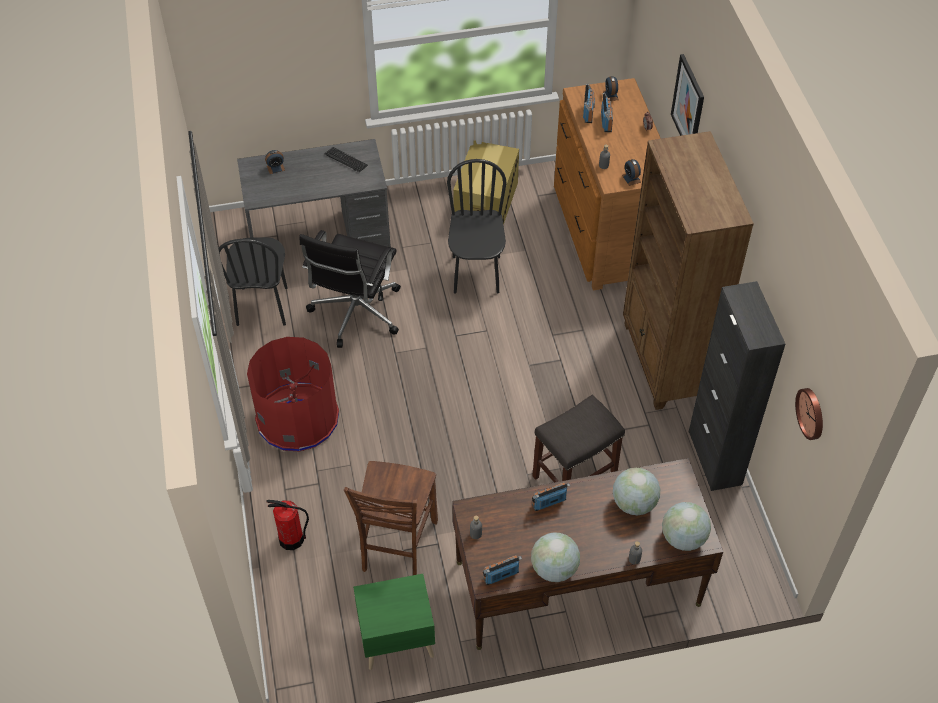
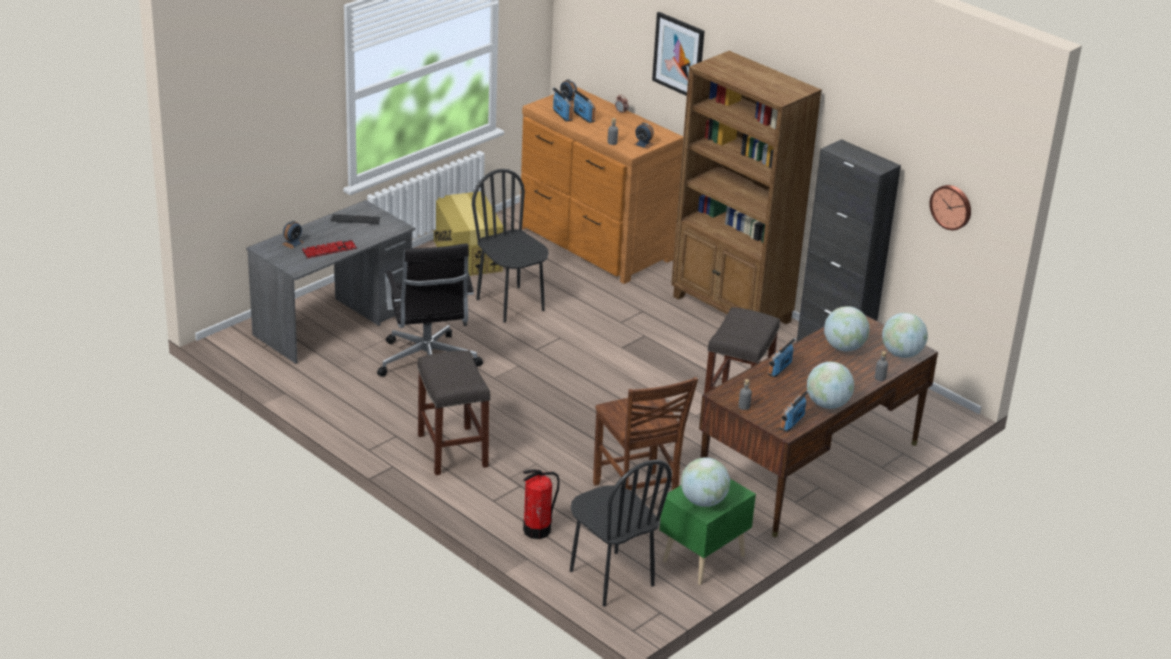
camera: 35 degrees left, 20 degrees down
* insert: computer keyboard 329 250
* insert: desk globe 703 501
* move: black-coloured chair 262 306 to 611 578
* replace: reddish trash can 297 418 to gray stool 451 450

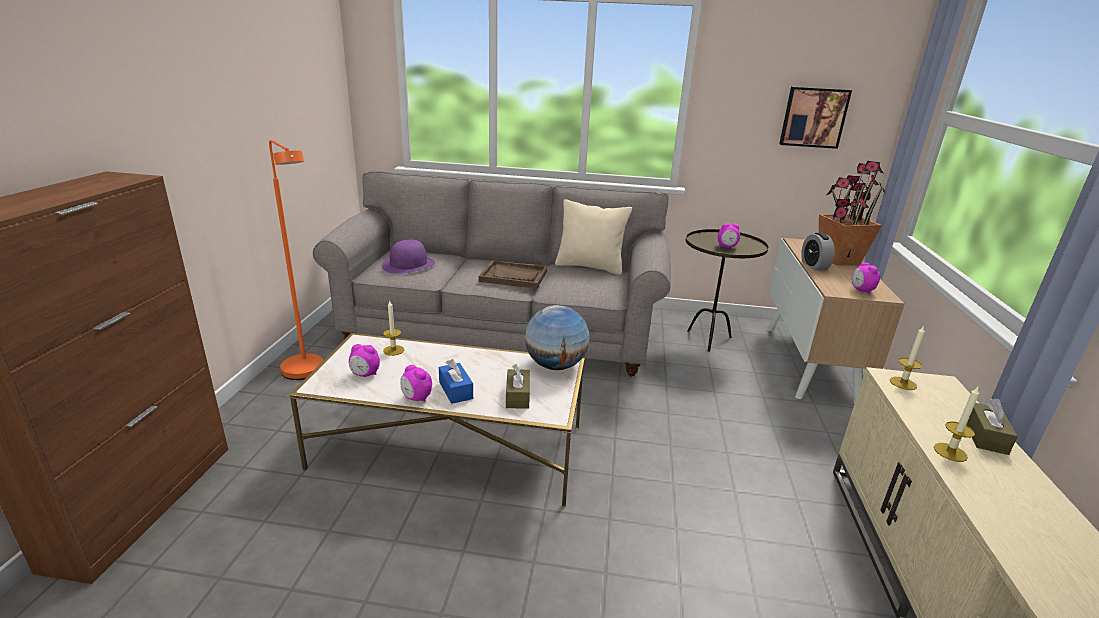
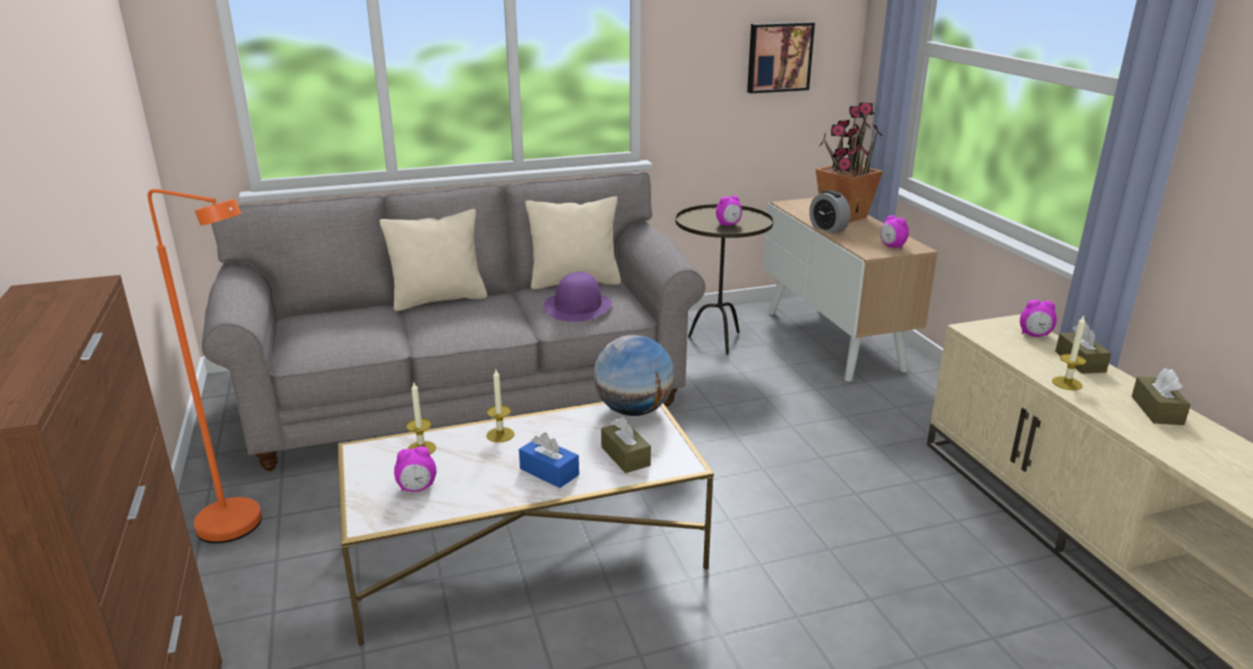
camera: 25 degrees left, 0 degrees up
* delete: brown-coloured serving tray 514 276
* insert: beige throw pillow 439 300
* insert: brown-coloured tissue box 1157 410
* move: purple-coloured hat 408 264 to 578 306
* move: alarm clock 416 398 to 1034 335
* move: wax candle 903 383 to 500 435

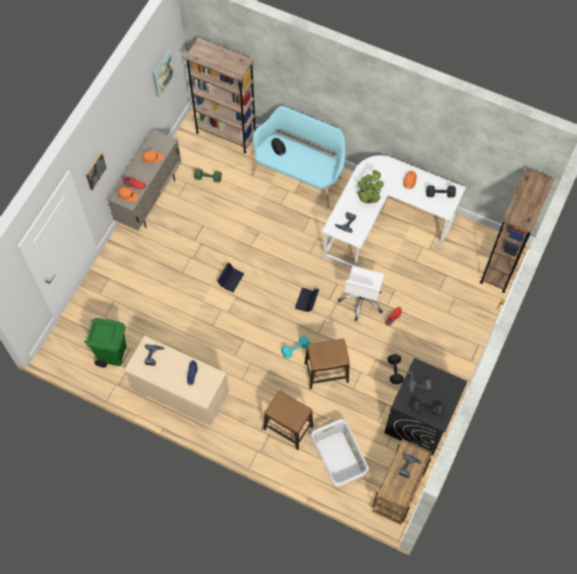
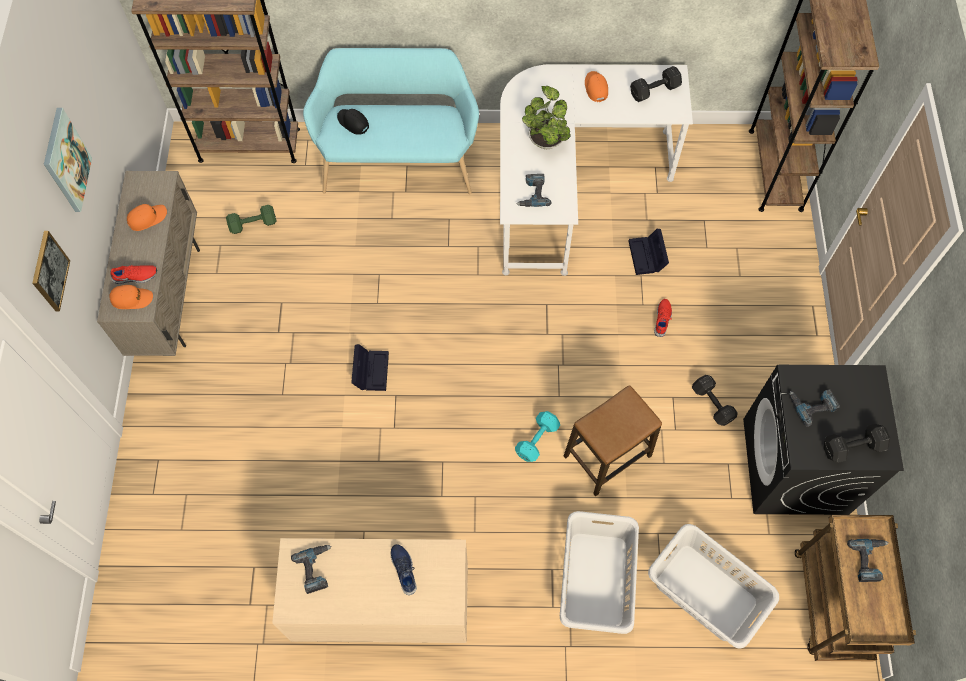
camera: 25 degrees left, 0 degrees up
* delete: green-coloured trash can 112 354
* delete: whitish office chair 362 300
* move: wall art 162 72 to 66 161
* move: black-coloured storage bin 307 301 to 647 257
* replace: stool 288 428 to gray laundry basket 595 580

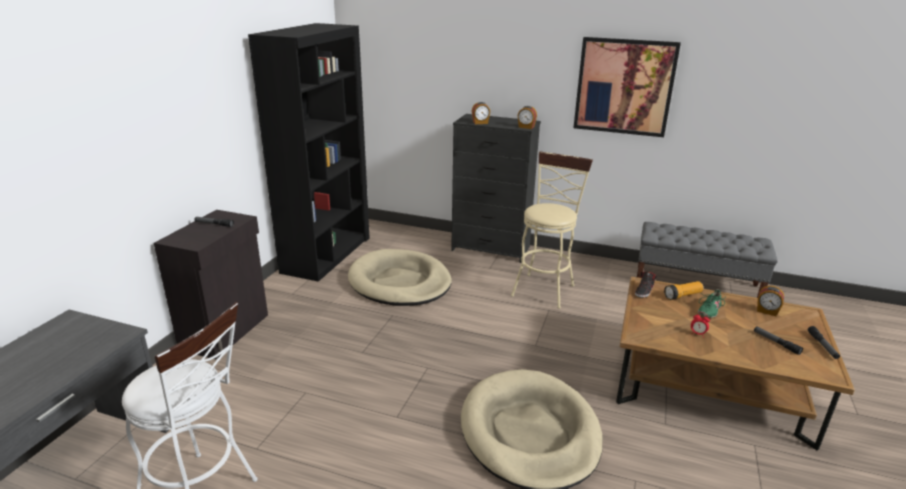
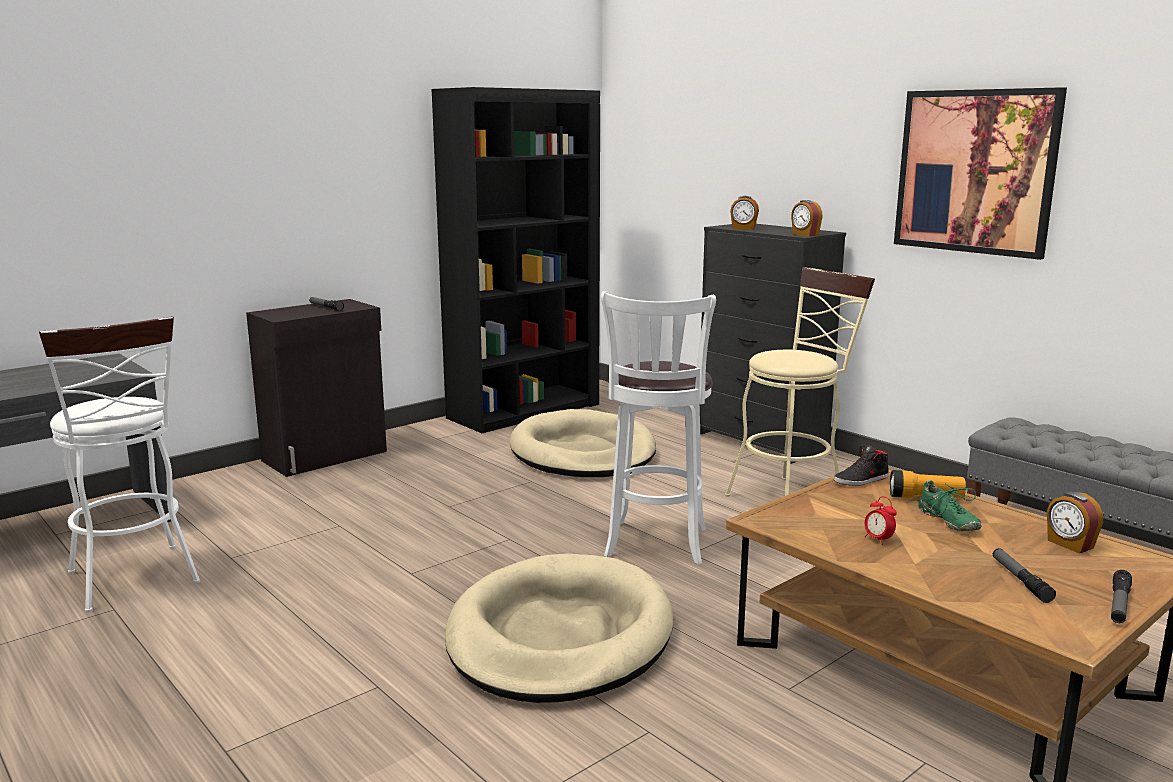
camera: 30 degrees right, 10 degrees down
* insert: whitish stool 656 545
* rotate: green-coloured item of footwear 709 310 = 947 521 90 degrees counterclockwise

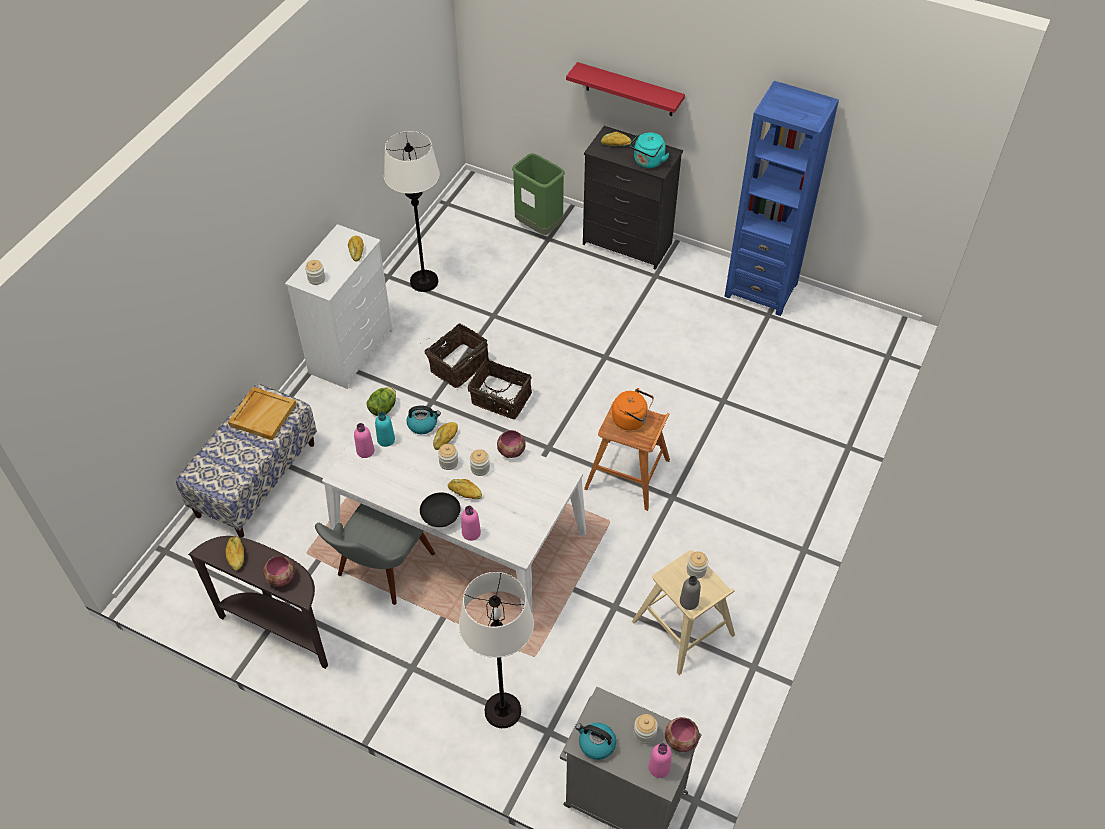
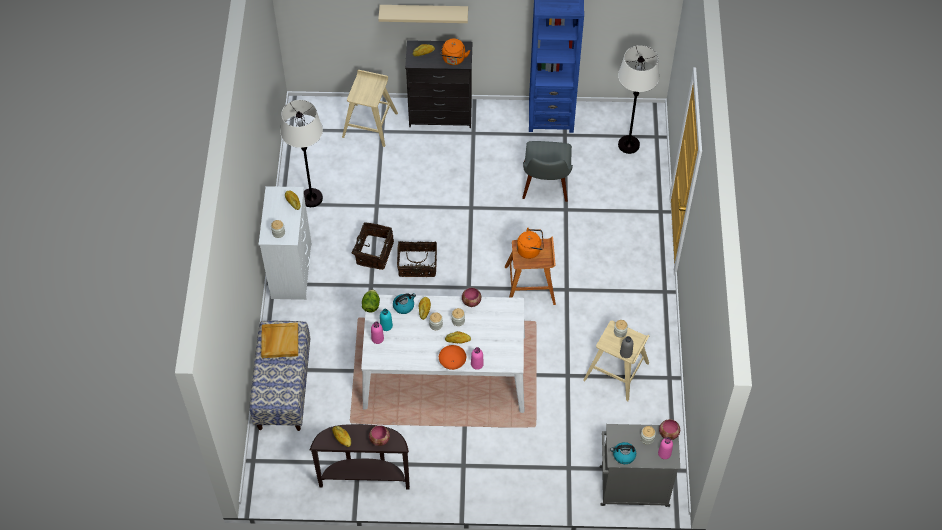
camera: 25 degrees left, 5 degrees up
* move: gray chair 379 573 to 545 188
* move: whitish floor lamp 503 711 to 629 145
* replace: green-coloured trash can 539 227 to beige stool 370 124
* recolor: black-coloured deep dish 441 517 to orange-coloured deep dish 452 361
* recolor: reddish shelf 629 90 to beige shelf 424 13
* recolor: turquoise-coloured tea kettle 648 162 to orange-coloured tea kettle 453 59

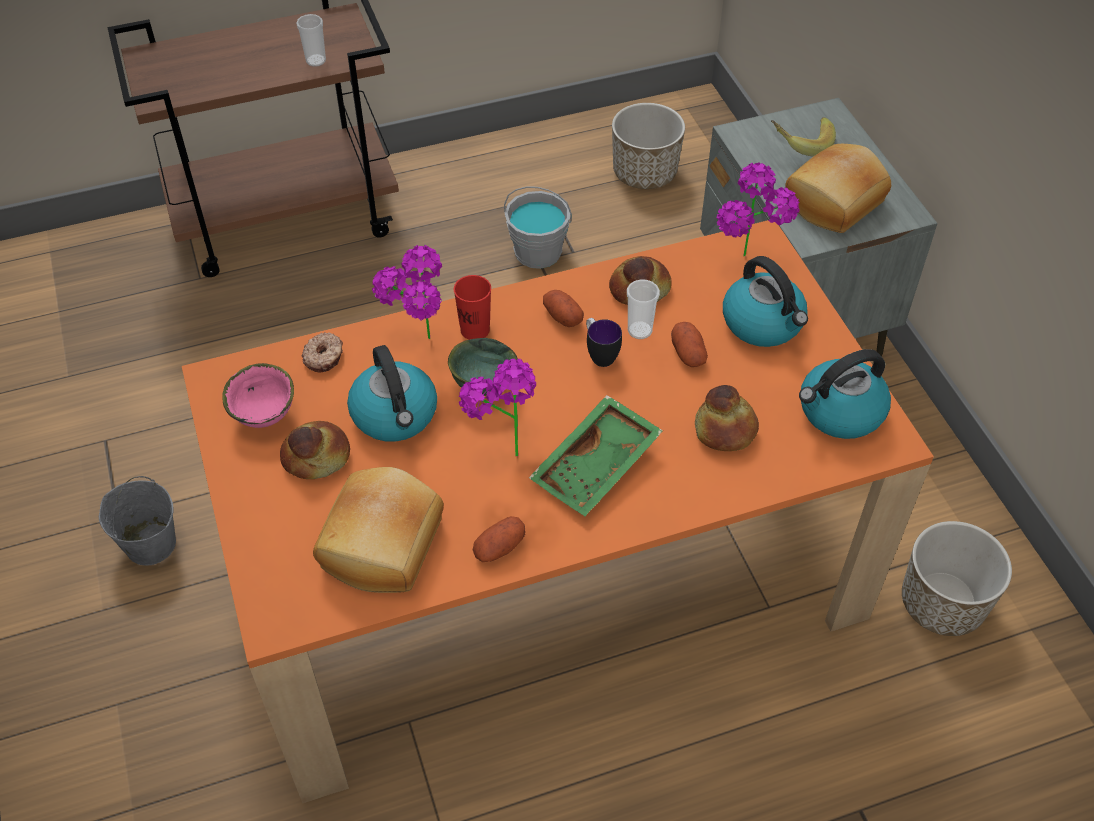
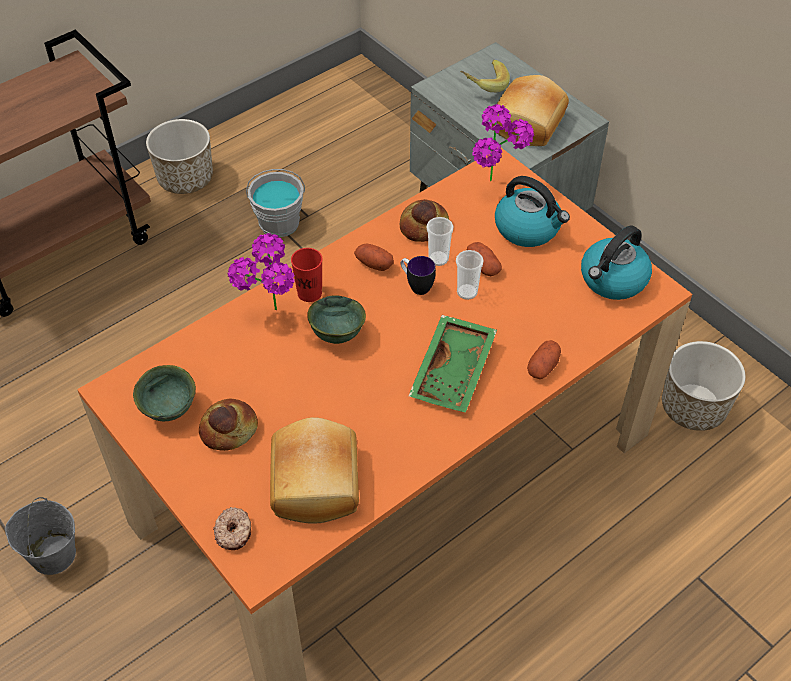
camera: 20 degrees left, 0 degrees up
* delete: tea kettle 395 415
* delete: plant in a pot 503 448
* delete: baked bread 724 430
* move: cup 316 61 to 467 292
* move: donut 324 357 to 234 532
* move: whole potato 499 548 to 543 367
* move: planter 645 172 to 186 178
* recolor: pink deep dish 266 415 to green-coloured deep dish 170 409

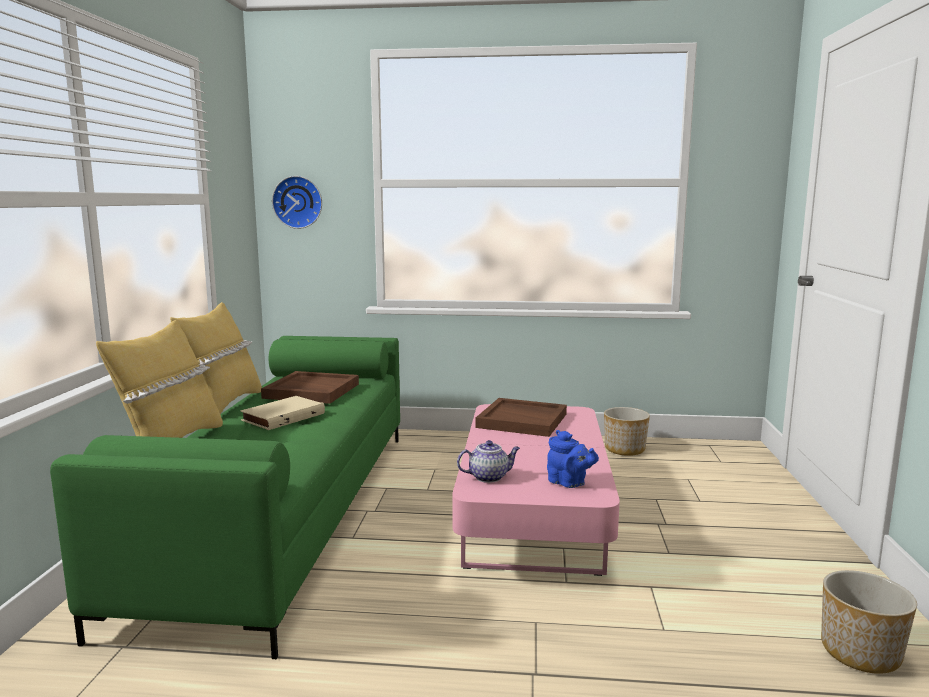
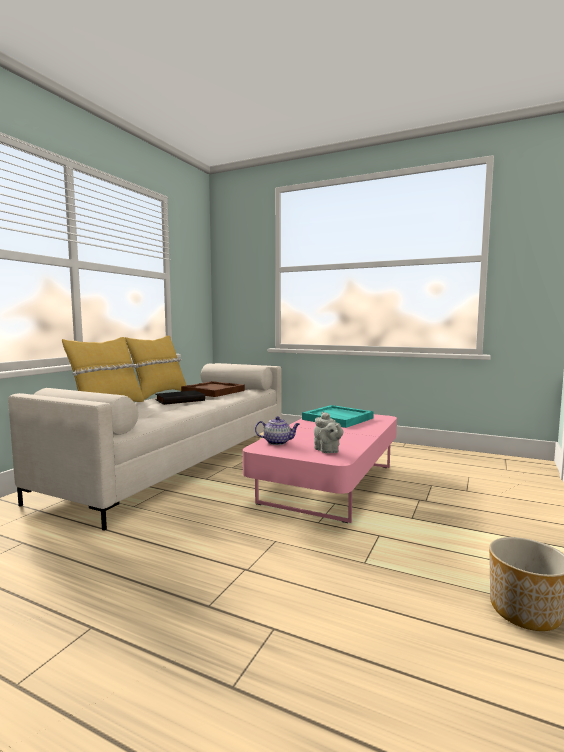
camera: 20 degrees right, 5 degrees down
* delete: hanging clock 298 202
* delete: planter 624 449
* recolor: green-coloured settee 284 512 to whitish settee 180 462
* recolor: beige volume 282 416 to black-coloured volume 180 400
* recolor: brown-coloured serving tray 523 420 to turquoise-coloured serving tray 338 419
* recolor: blue teapot 569 483 to gray teapot 327 451

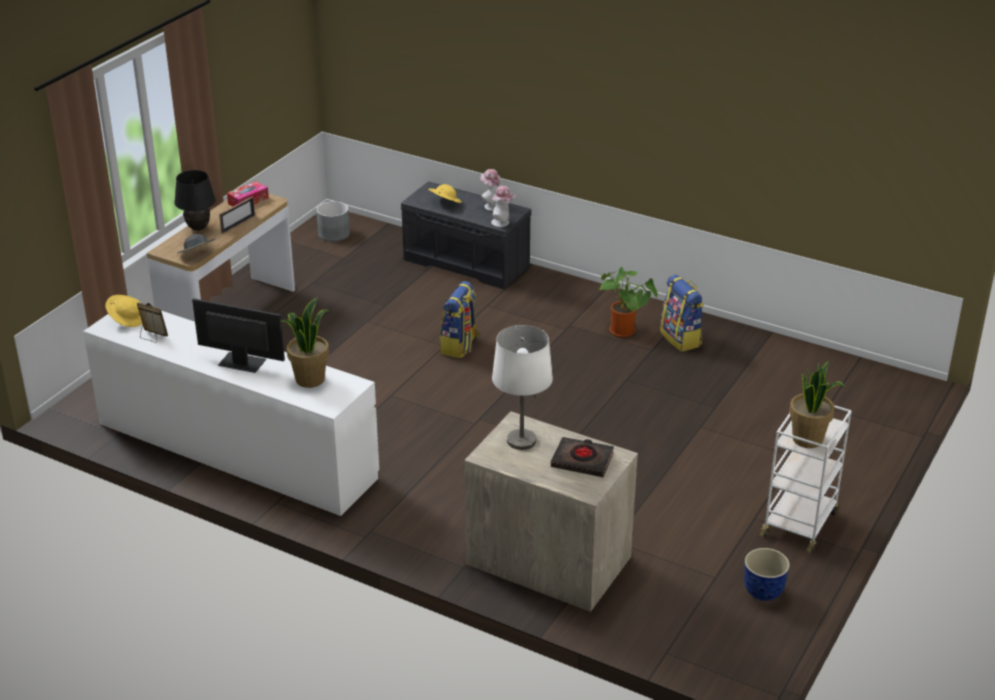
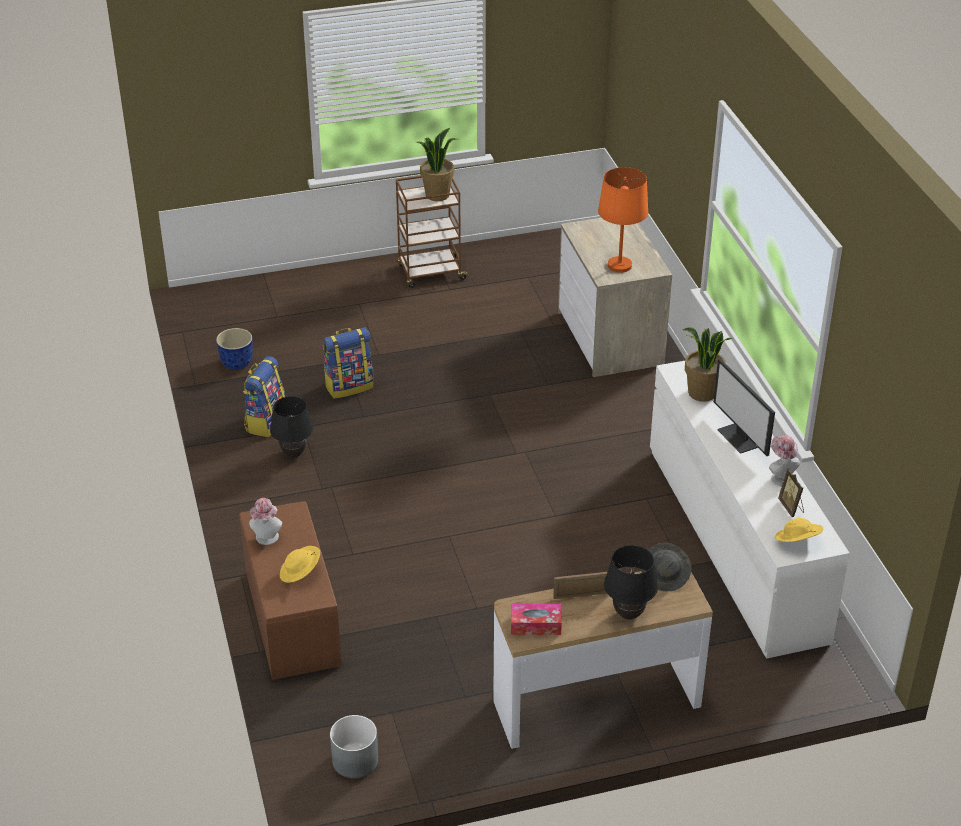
camera: 135 degrees left, 5 degrees up
* delete: black-coloured volume 582 461
* move: backpack 460 346 to 349 386
* move: hat 502 223 to 780 477
* move: planter 764 592 to 236 363
* replace: plant in a pot 625 332 to black-coloured tabletop lamp 294 454
* recolor: gray indoor bench 468 262 to brown-coloured indoor bench 290 618
* recolor: whitish tabletop lamp 521 441 to orange-coloured tabletop lamp 620 265
* recolor: whitish wheeled cart 799 523 to brown-coloured wheeled cart 430 273

